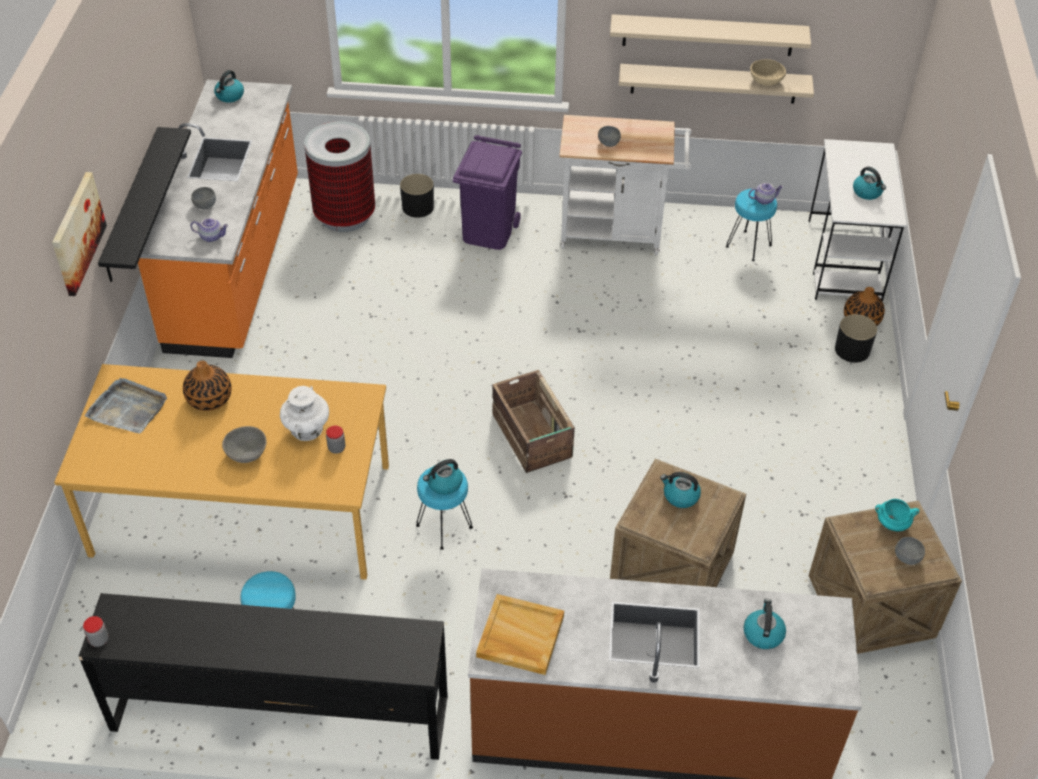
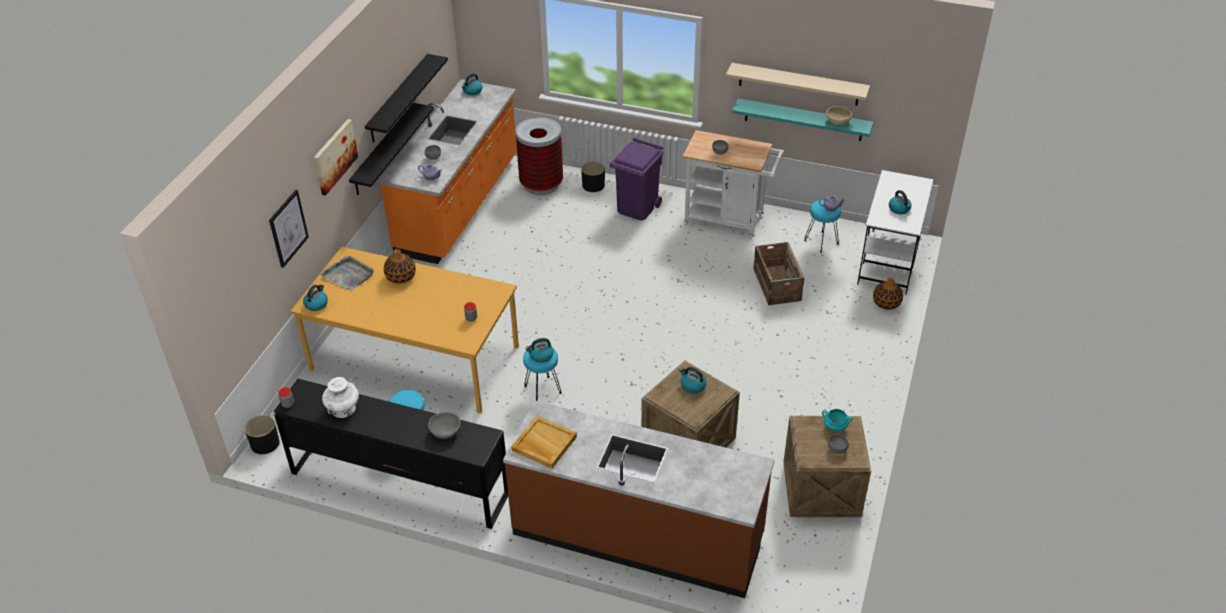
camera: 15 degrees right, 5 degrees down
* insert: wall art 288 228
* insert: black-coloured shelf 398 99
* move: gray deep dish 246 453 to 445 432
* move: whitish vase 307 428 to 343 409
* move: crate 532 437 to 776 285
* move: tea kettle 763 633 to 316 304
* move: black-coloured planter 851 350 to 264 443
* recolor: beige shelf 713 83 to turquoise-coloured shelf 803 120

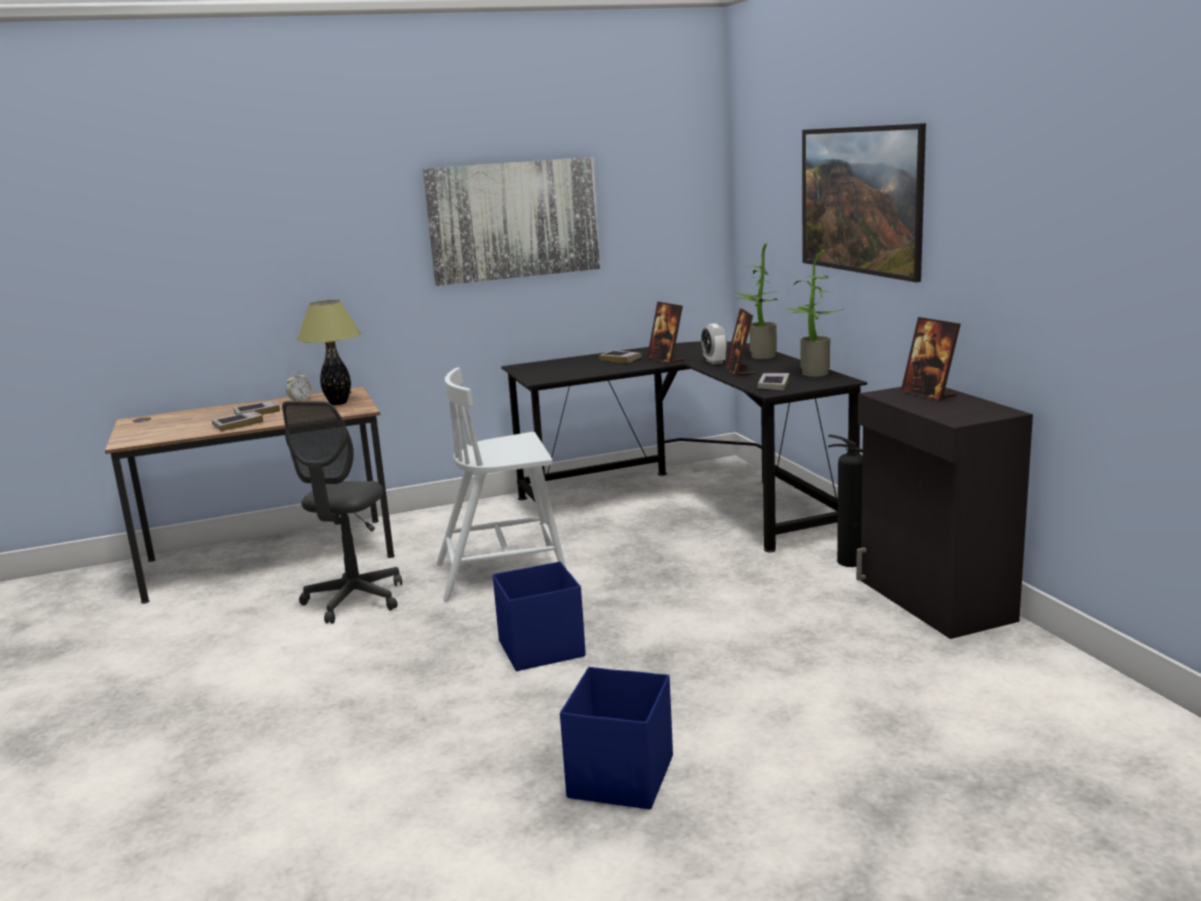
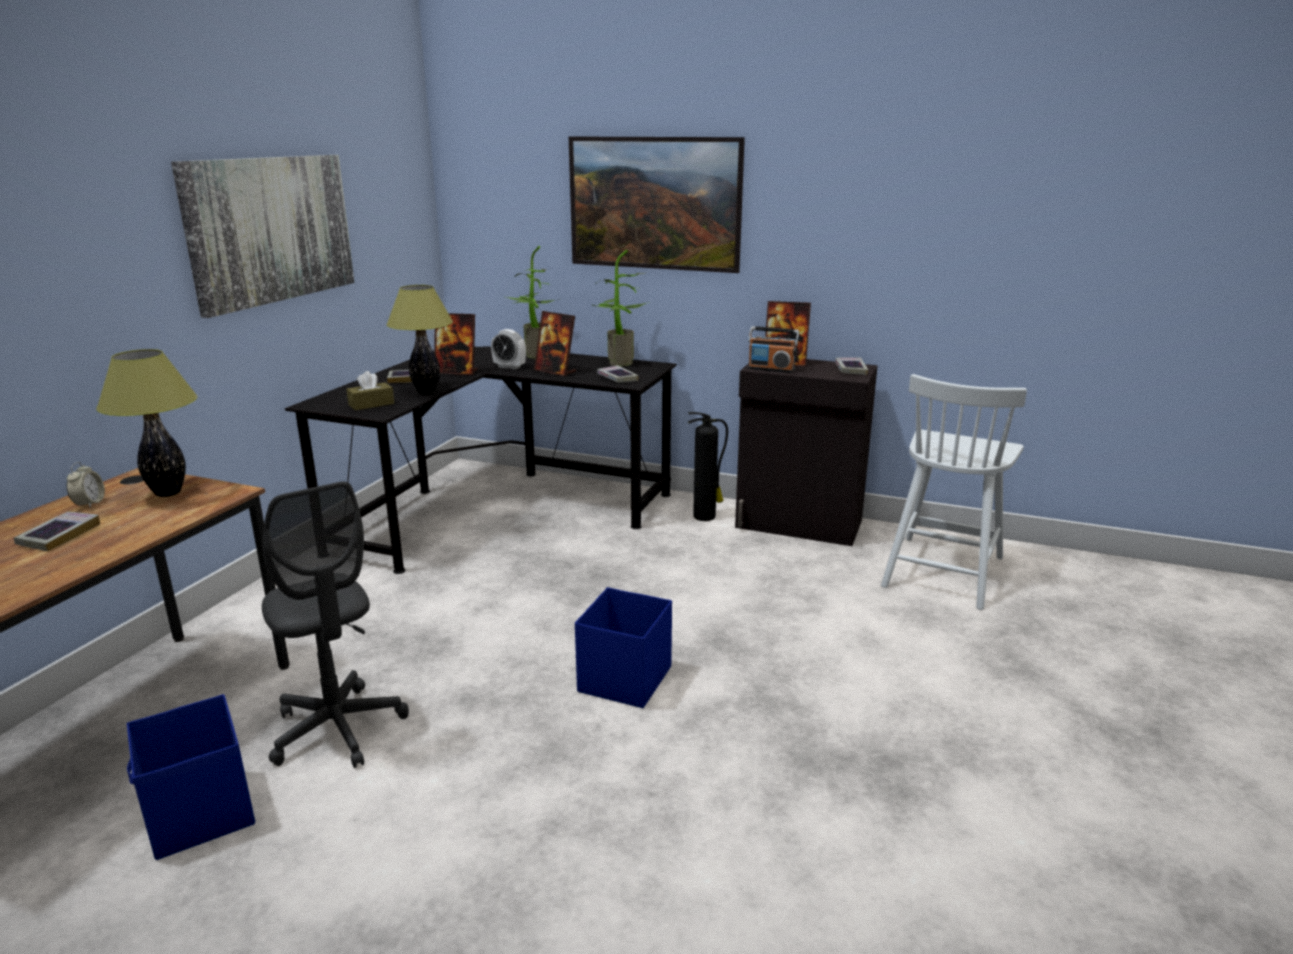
camera: 50 degrees left, 5 degrees up
* insert: brown-coloured tissue box 371 404
* insert: tabletop lamp 427 392
* insert: radio 771 369
* move: volume 238 424 to 850 369
* move: whitish chair 504 573 to 943 570
* move: blue storage bin 619 778 to 200 814

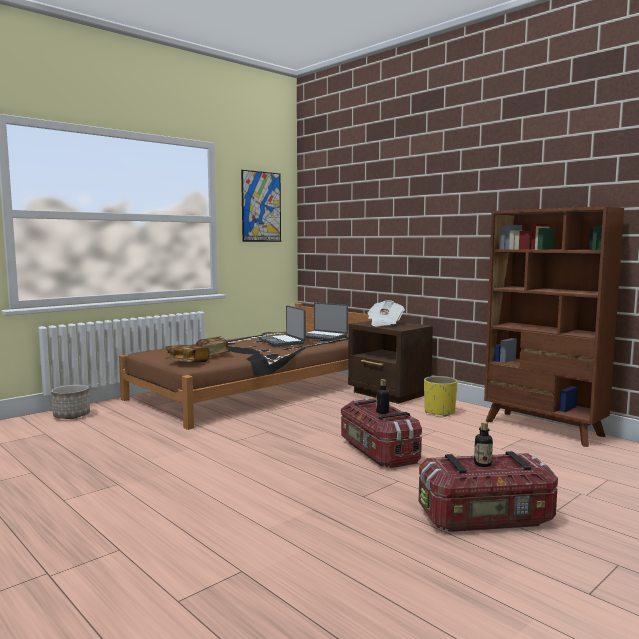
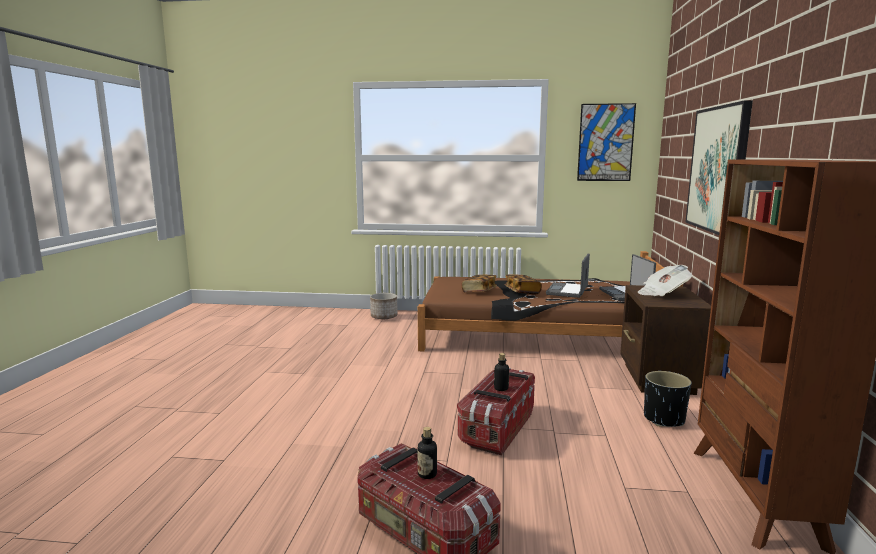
camera: 50 degrees right, 5 degrees up
* insert: wall art 718 169
* move: volume 187 362 to 522 292
* recolor: yellowish planter 440 412 to black-coloured planter 664 419

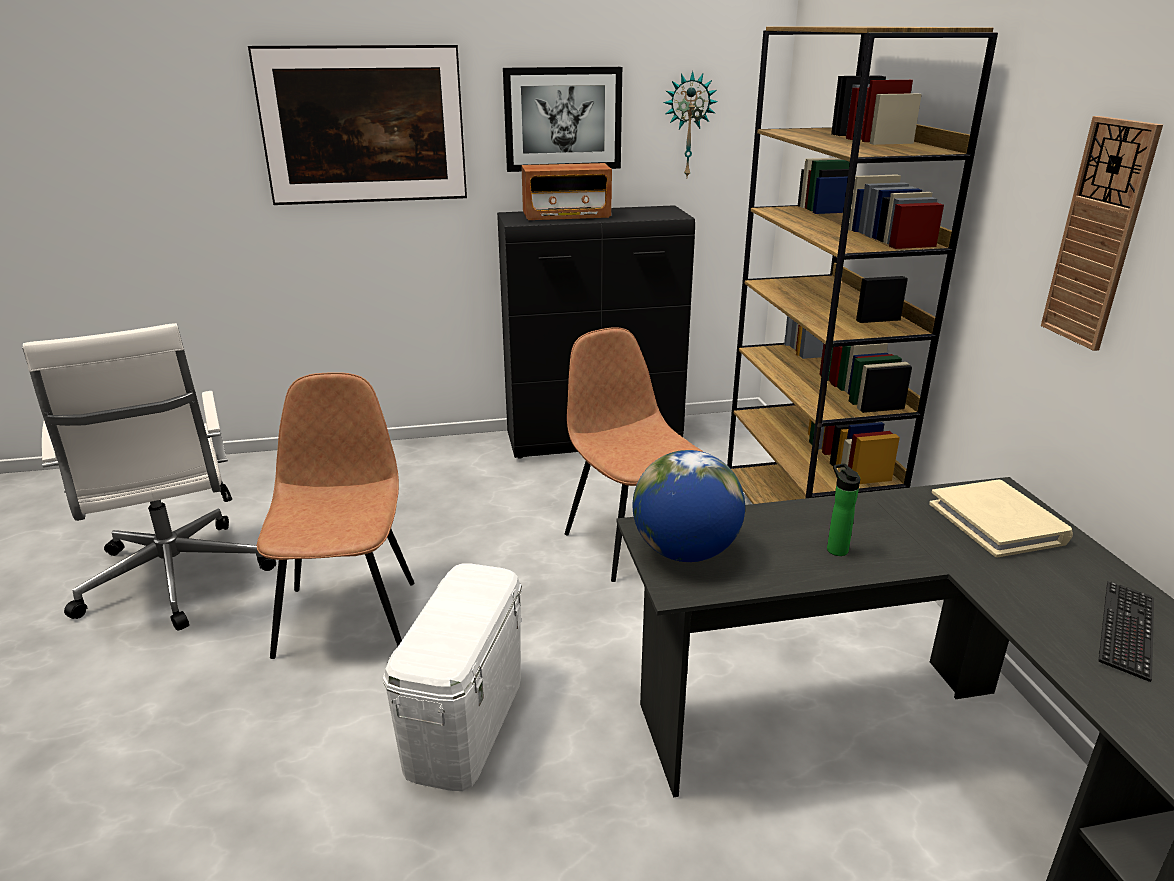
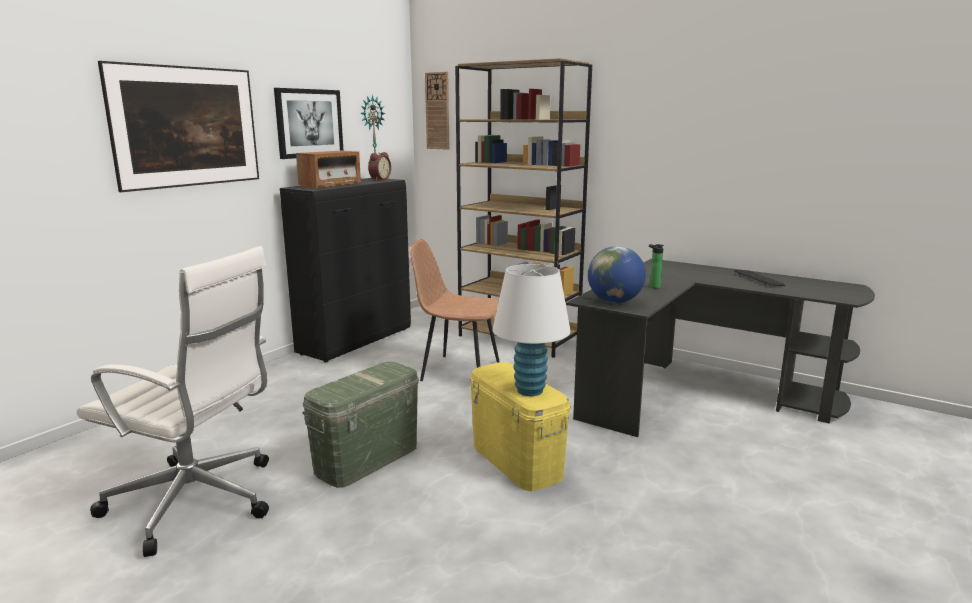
camera: 45 degrees left, 10 degrees down
* delete: beige volume 997 523
* insert: alarm clock 379 179
* insert: whitish tabletop lamp 530 390
* move: hanging clock 1098 234 to 437 111
* replace: brown-coloured chair 348 615 to green-coloured storage bin 367 459
* recolor: whitish storage bin 465 722 to yellowish storage bin 516 461

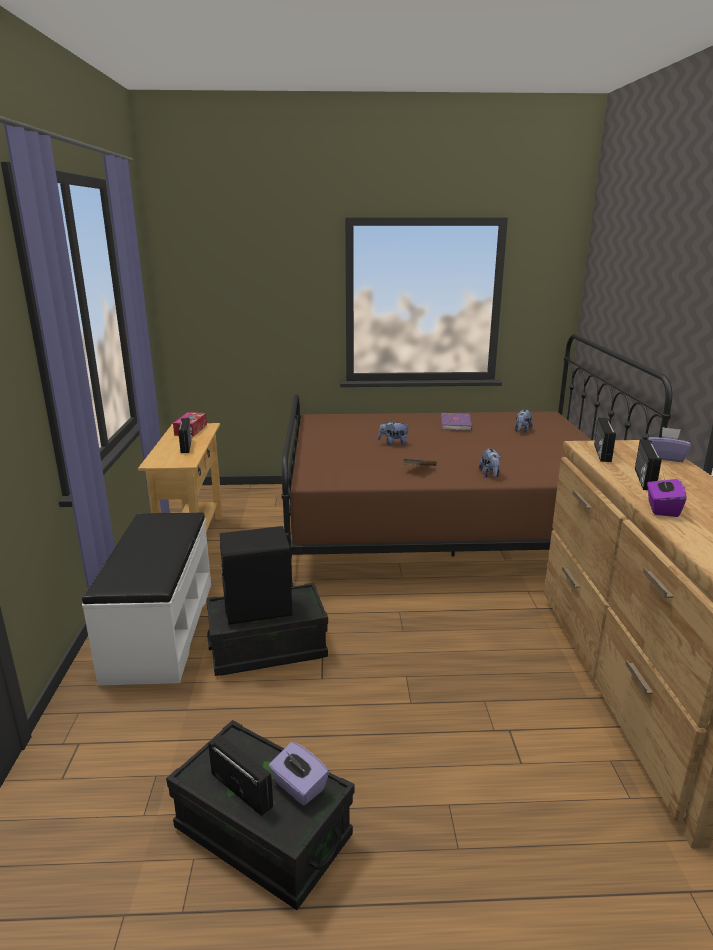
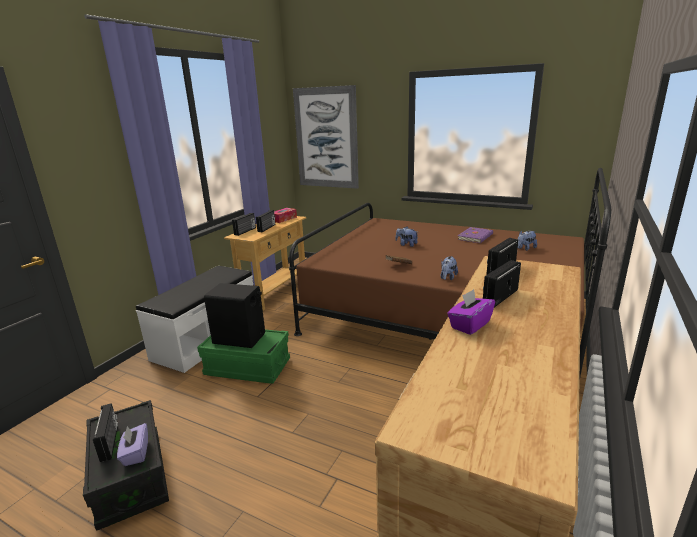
camera: 30 degrees right, 0 degrees up
* delete: purple-coloured tissue box 665 457
* insert: radio 245 231
* insert: wall art 326 138
* recolor: black-coloured storage bin 268 648 to green-coloured storage bin 247 367

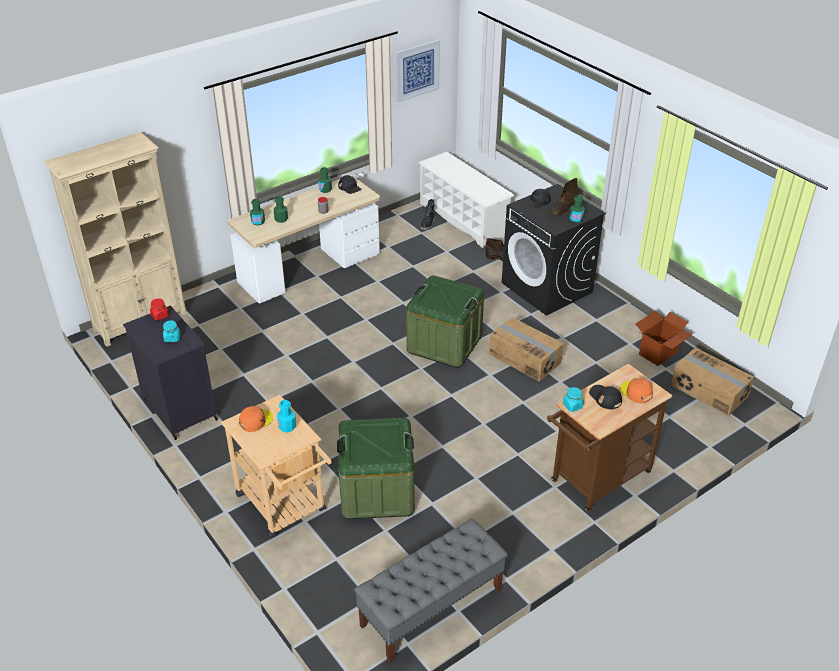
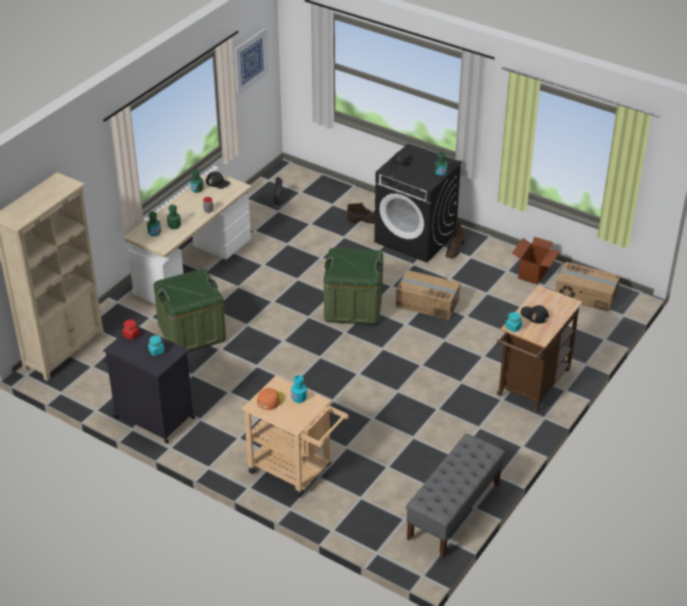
camera: 20 degrees left, 0 degrees up
* delete: whitish shoe rack 464 219
* delete: orange-coloured baseball cap 636 392
* move: green-coloured storage bin 377 491 to 191 332
* move: brown-coloured high-top boot 563 208 to 454 249

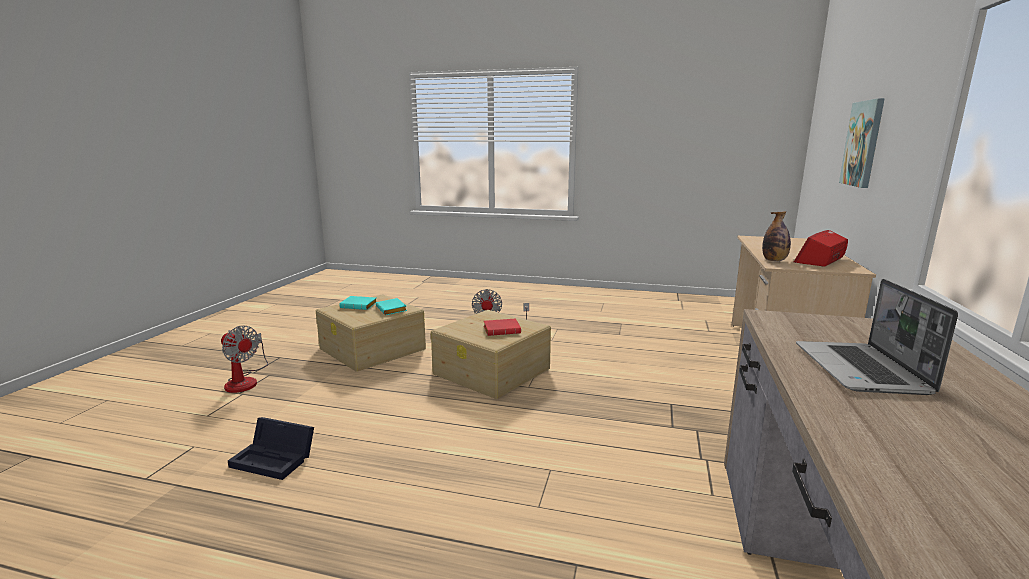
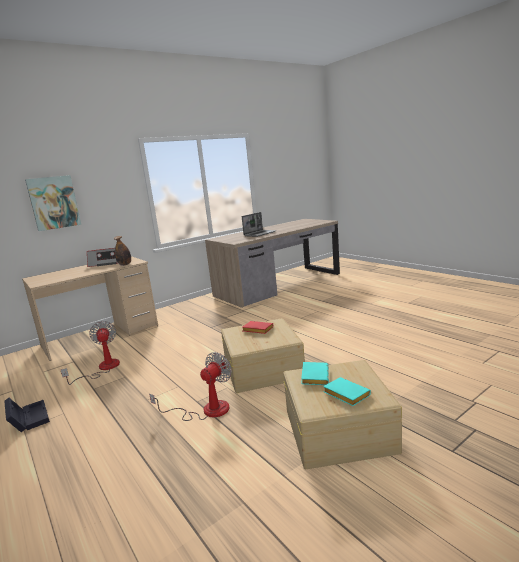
camera: 140 degrees left, 0 degrees up
* move: fan 245 380 to 102 368
* move: black-coloured storage bin 276 459 to 28 418

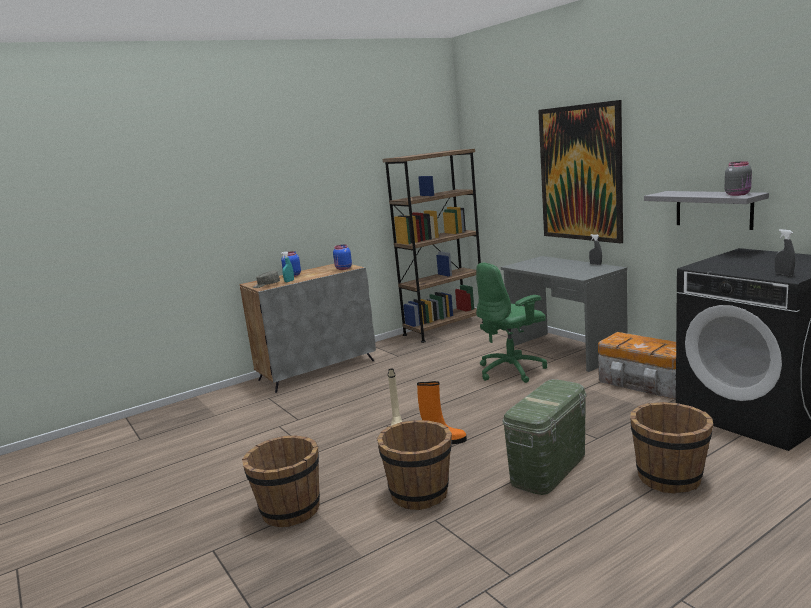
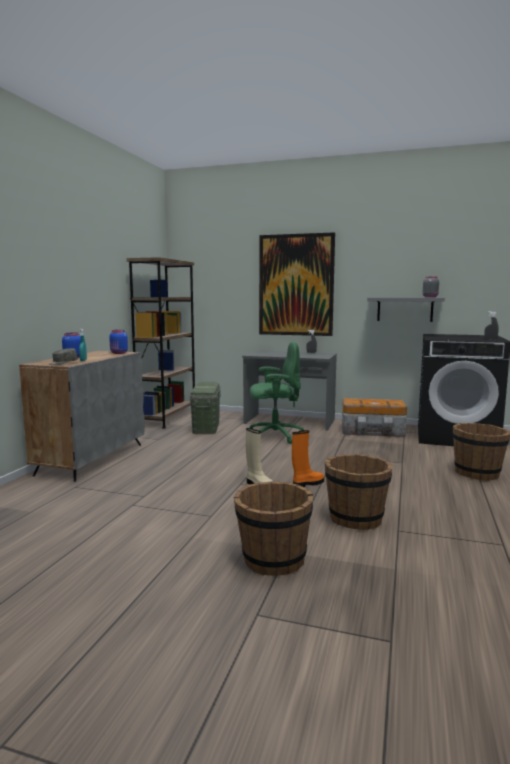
camera: 40 degrees left, 5 degrees down
* move: green-coloured storage bin 548 468 to 206 427
* rotate: green-coloured office chair 512 370 = 274 436 120 degrees counterclockwise

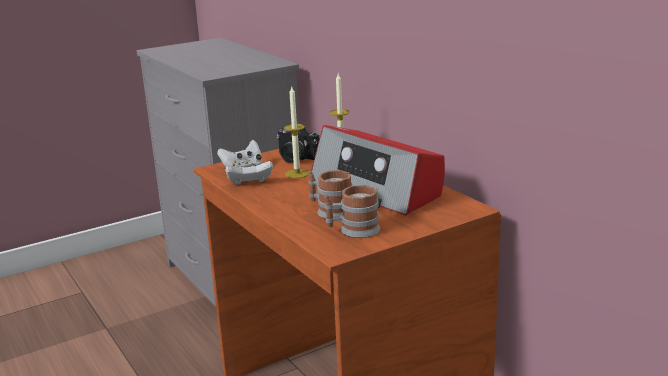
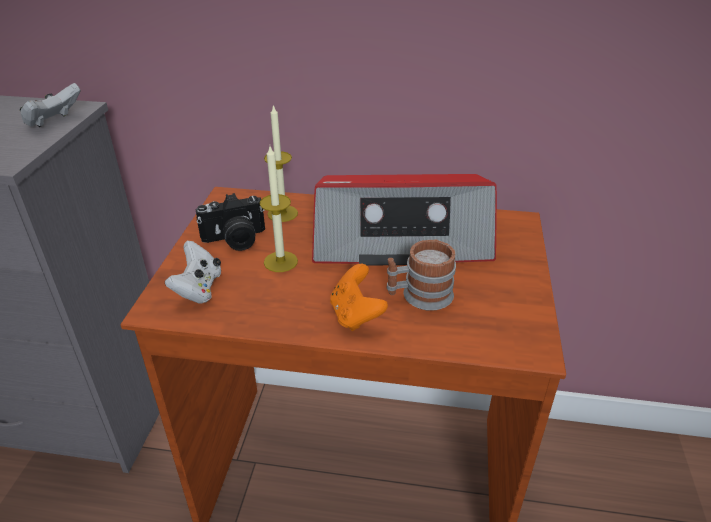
camera: 50 degrees left, 15 degrees up
* delete: coffee mug 353 230
* insert: orange-coloured joypad 355 315
* move: whitish joypad 250 184 to 54 121

